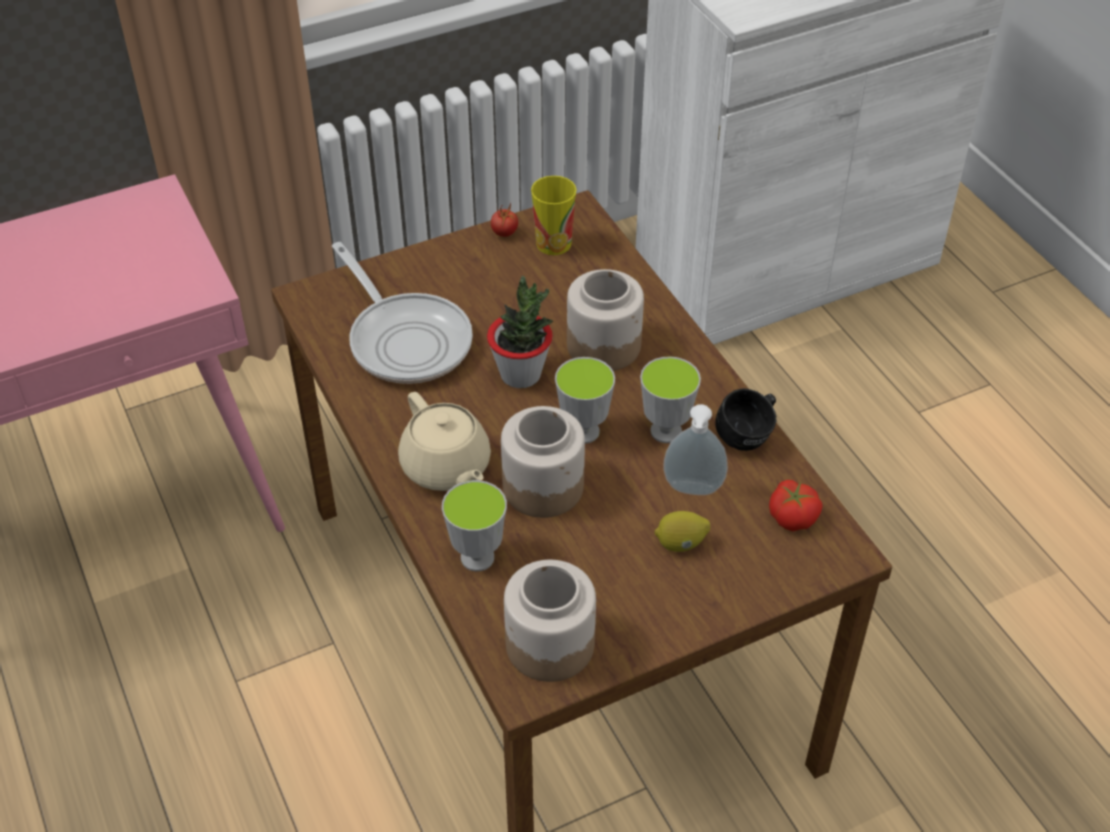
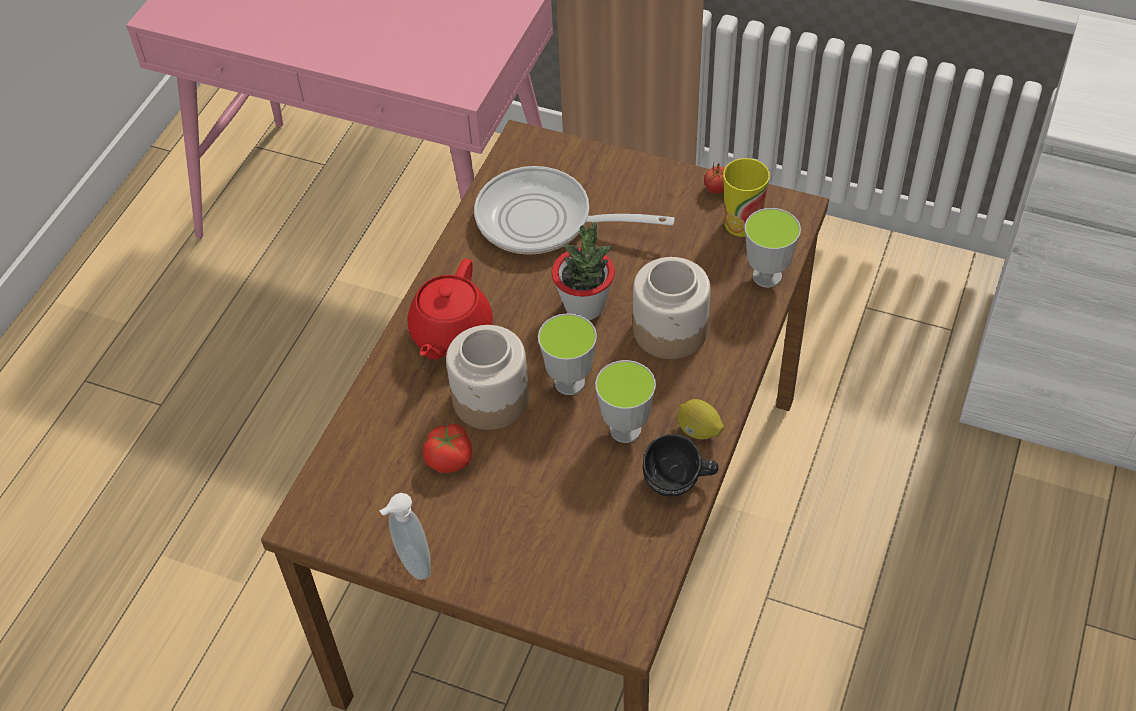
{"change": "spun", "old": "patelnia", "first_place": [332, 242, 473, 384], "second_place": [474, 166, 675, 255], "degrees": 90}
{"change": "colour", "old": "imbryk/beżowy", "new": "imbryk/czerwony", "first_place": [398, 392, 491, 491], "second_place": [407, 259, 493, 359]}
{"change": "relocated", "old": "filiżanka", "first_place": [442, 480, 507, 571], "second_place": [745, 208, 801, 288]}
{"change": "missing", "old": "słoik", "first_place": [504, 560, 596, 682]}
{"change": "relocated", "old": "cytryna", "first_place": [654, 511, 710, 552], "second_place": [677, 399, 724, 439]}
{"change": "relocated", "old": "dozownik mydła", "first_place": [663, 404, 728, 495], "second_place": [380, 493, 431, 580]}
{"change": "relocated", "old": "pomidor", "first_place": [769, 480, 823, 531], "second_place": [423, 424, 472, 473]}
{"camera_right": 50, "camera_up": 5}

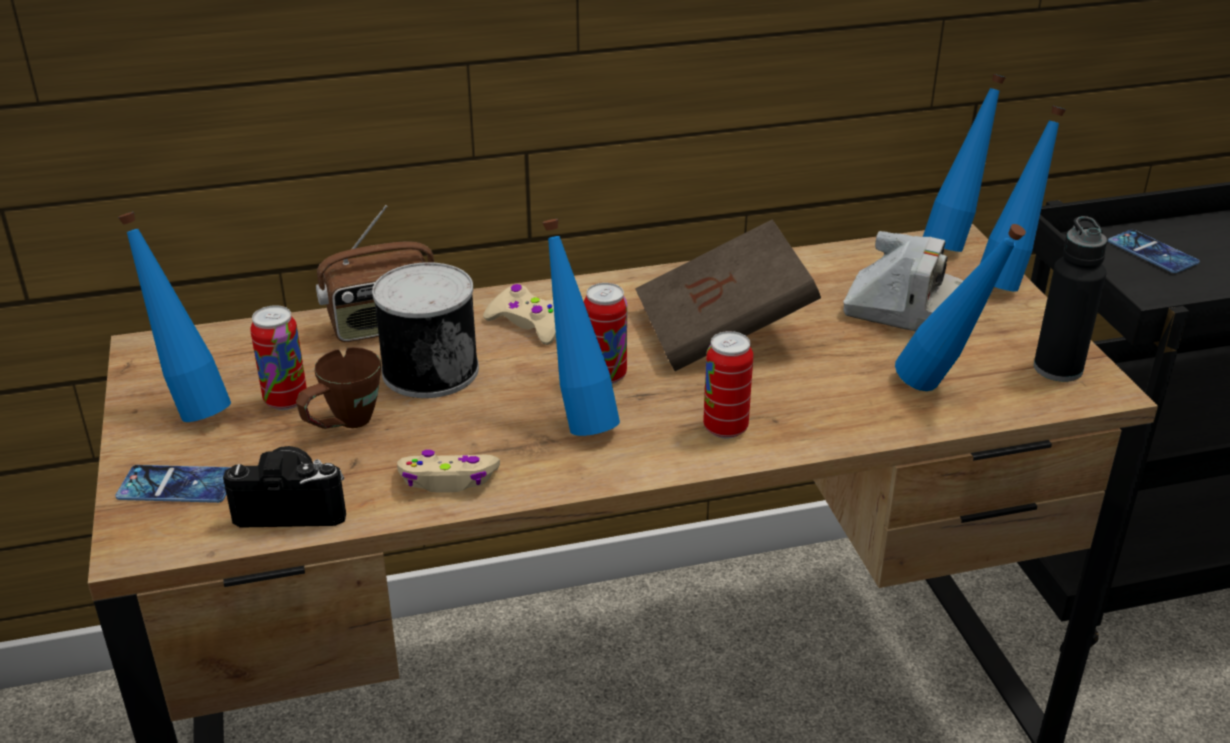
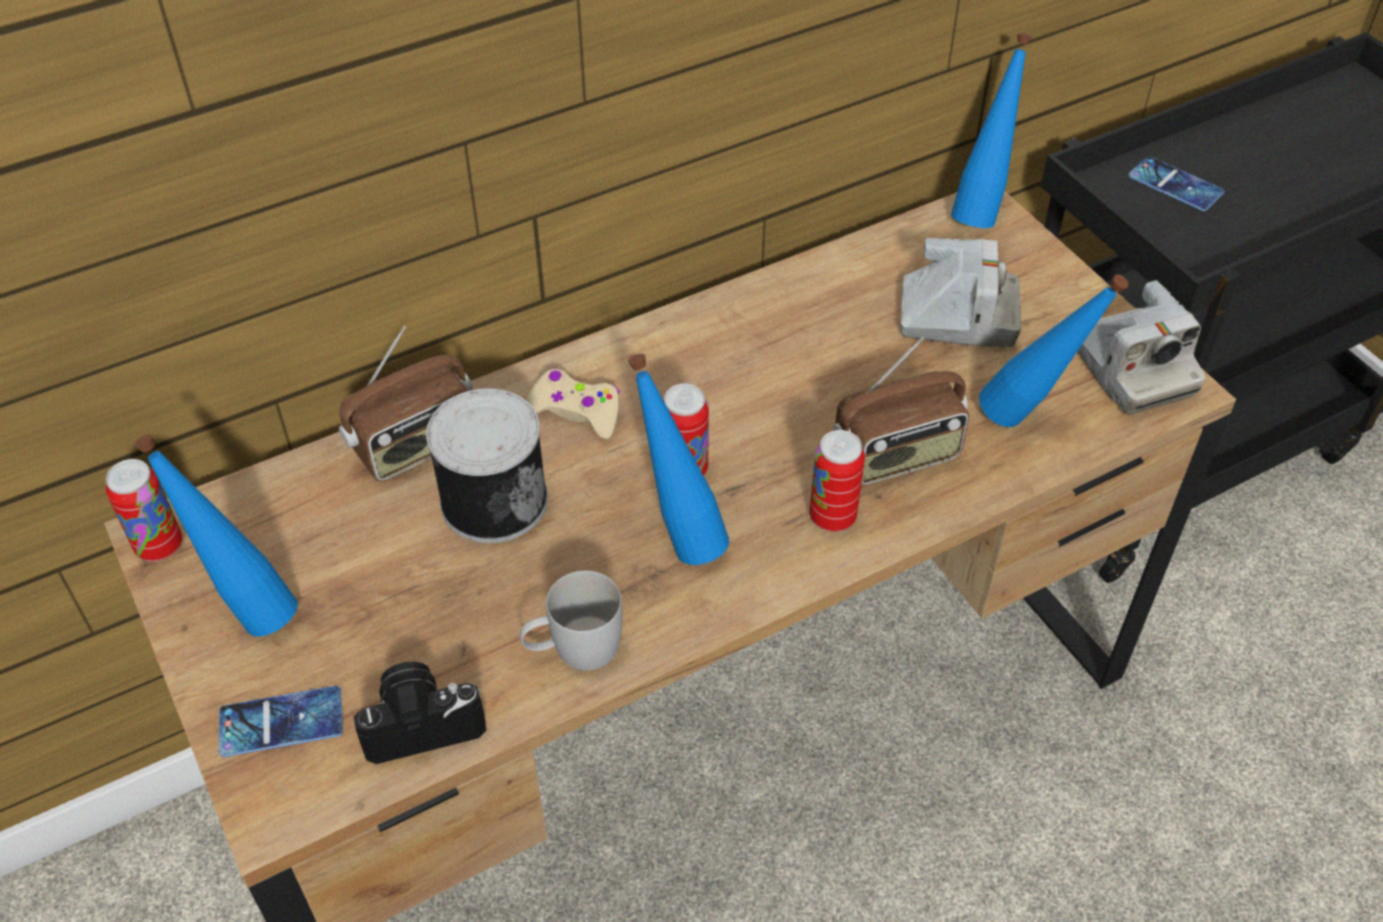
{"change": "relocated", "old": "puszka", "first_place": [250, 305, 307, 410], "second_place": [106, 459, 182, 562]}
{"change": "missing", "old": "kubek/brązowy", "first_place": [296, 347, 381, 429]}
{"change": "exchanged", "old": "pad do gier/beżowy", "new": "kubek/biały", "first_place": [397, 450, 500, 493], "second_place": [520, 571, 623, 671]}
{"change": "missing", "old": "książka/brązowy", "first_place": [635, 219, 821, 371]}
{"change": "missing", "old": "butelka/niebieski", "first_place": [980, 106, 1066, 292]}
{"change": "exchanged", "old": "butelka/czarny", "new": "aparat fotograficzny", "first_place": [1034, 216, 1107, 382], "second_place": [1077, 280, 1205, 415]}
{"change": "appeared", "new": "radio", "second_place": [833, 337, 969, 485]}
{"camera_right": -15, "camera_up": 15}

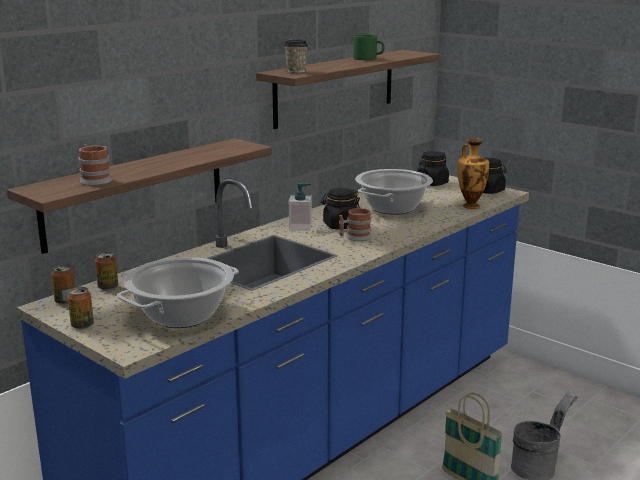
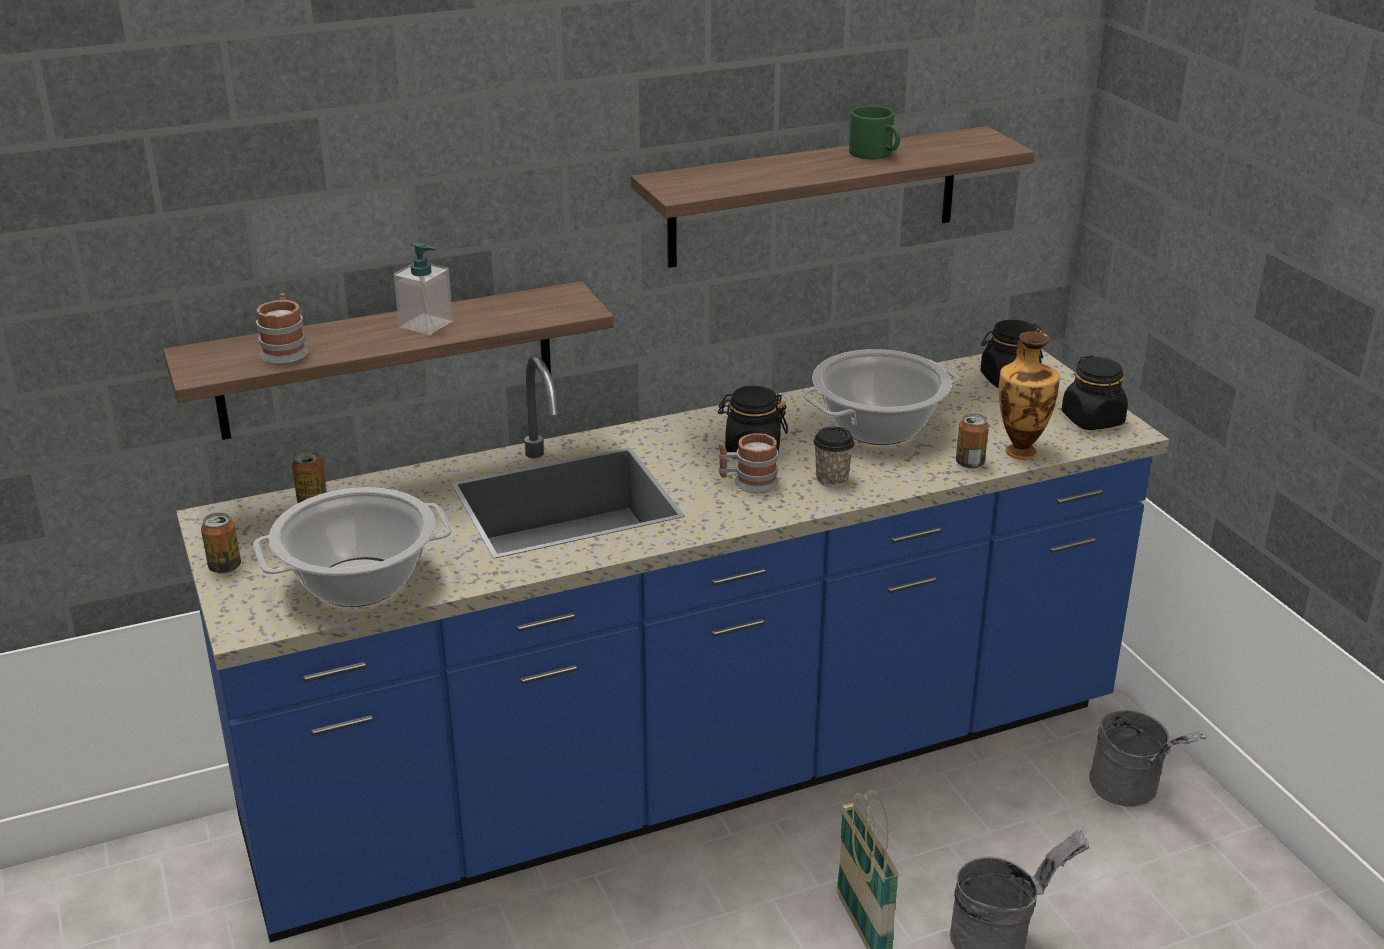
{"change": "relocated", "old": "puszka", "first_place": [52, 265, 75, 305], "second_place": [956, 414, 989, 469]}
{"change": "relocated", "old": "filiżanka", "first_place": [284, 39, 308, 73], "second_place": [813, 426, 855, 487]}
{"change": "relocated", "old": "dozownik mydła", "first_place": [289, 183, 312, 231], "second_place": [394, 241, 453, 335]}
{"change": "appeared", "new": "wiadro/szary", "second_place": [1089, 710, 1207, 807]}
{"camera_right": 25, "camera_up": 10}

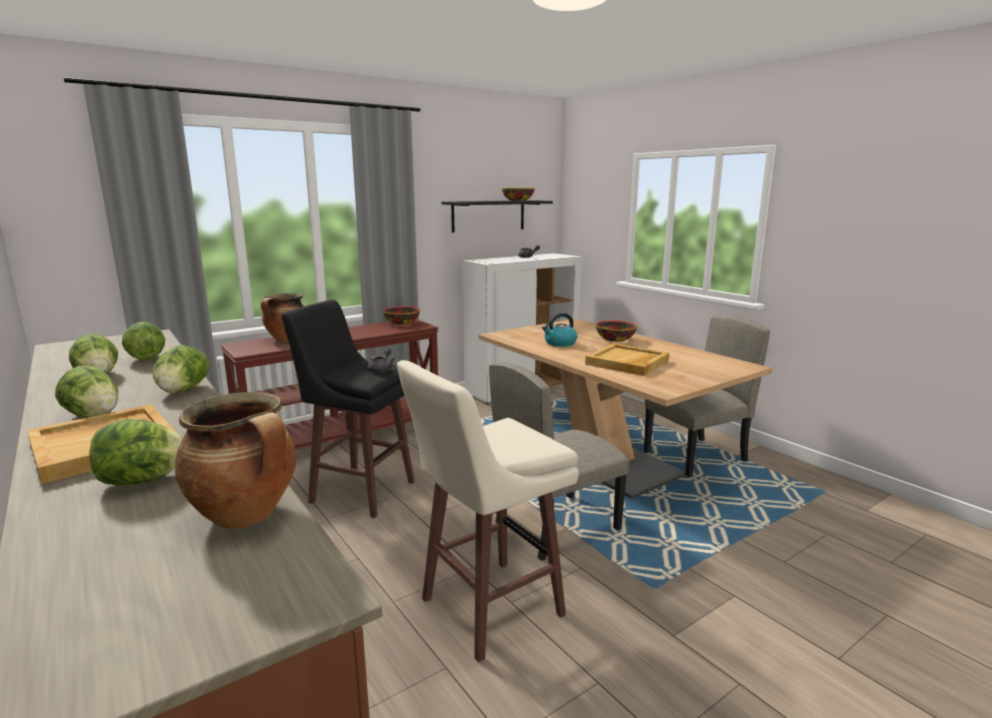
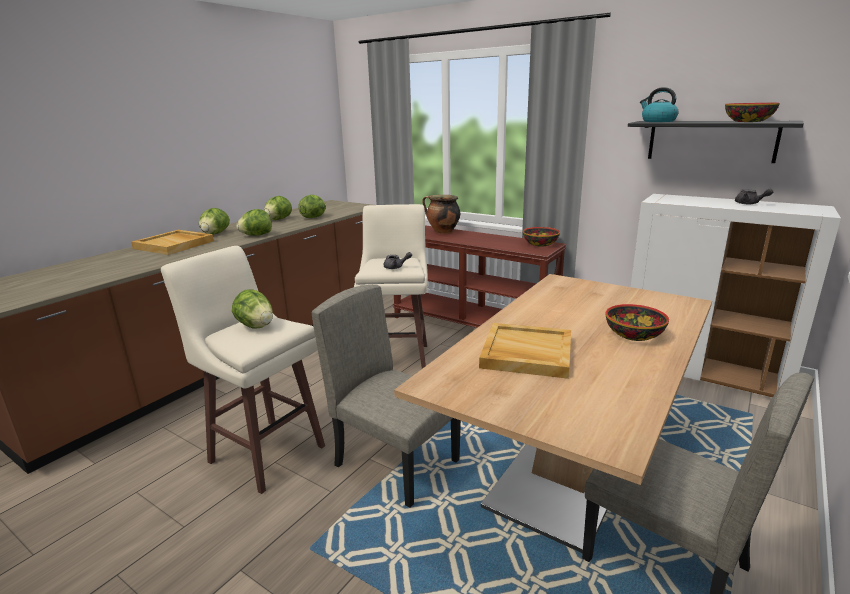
{"change": "relocated", "old": "sałata", "first_place": [89, 419, 183, 485], "second_place": [232, 289, 273, 329]}
{"change": "missing", "old": "garnek", "first_place": [175, 392, 297, 529]}
{"change": "colour", "old": "stołek/czarny", "new": "stołek/beżowy", "first_place": [282, 300, 415, 518], "second_place": [354, 204, 428, 369]}
{"change": "relocated", "old": "czajnik", "first_place": [542, 313, 577, 347], "second_place": [640, 87, 678, 122]}
{"camera_right": 70, "camera_up": 5}

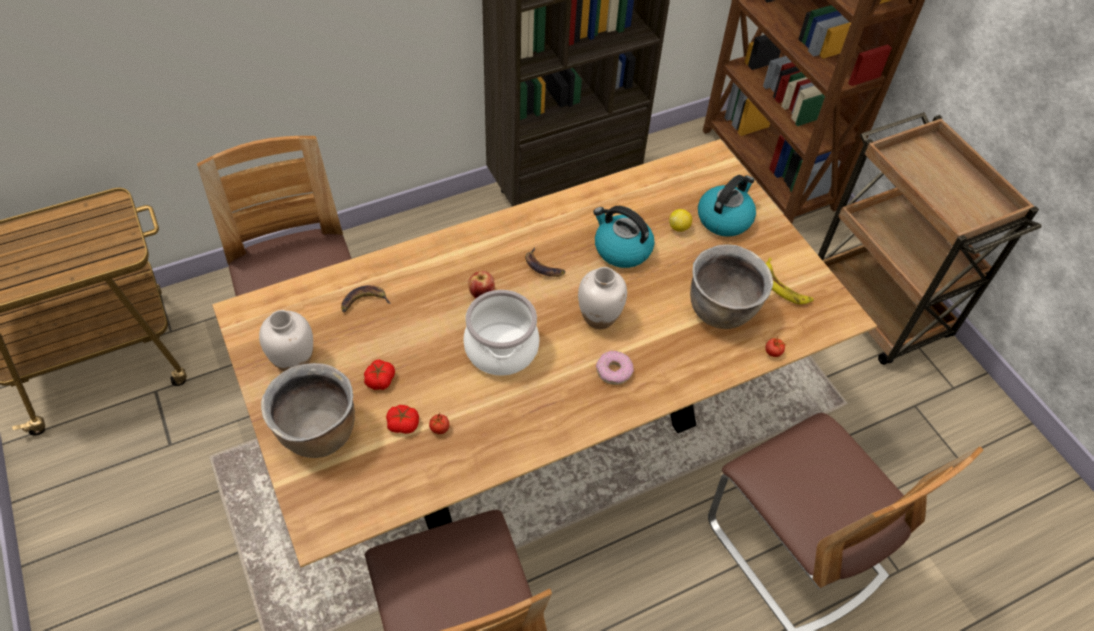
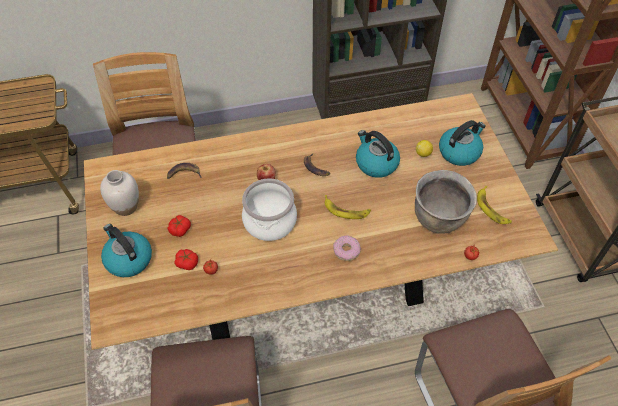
{"change": "exchanged", "old": "garnek/brązowy", "new": "czajnik", "first_place": [261, 363, 355, 458], "second_place": [101, 224, 152, 277]}
{"change": "exchanged", "old": "wazon/biały", "new": "banan", "first_place": [578, 267, 627, 329], "second_place": [325, 195, 371, 219]}
{"camera_right": 15, "camera_up": 0}

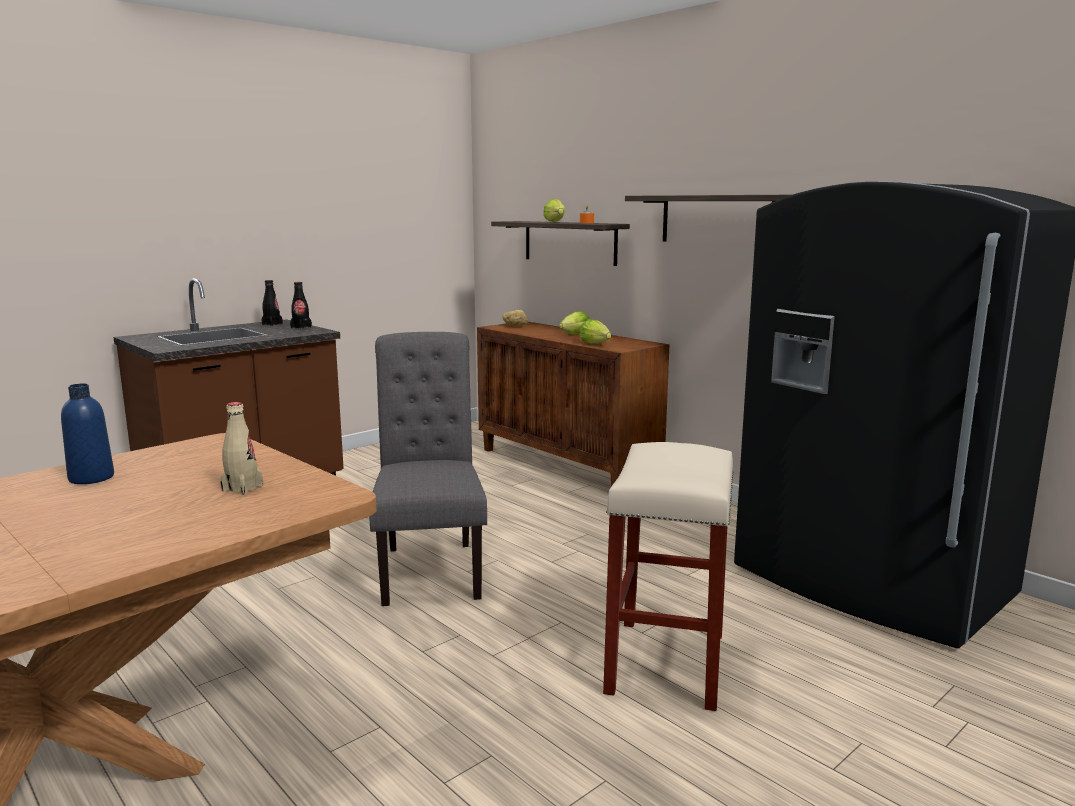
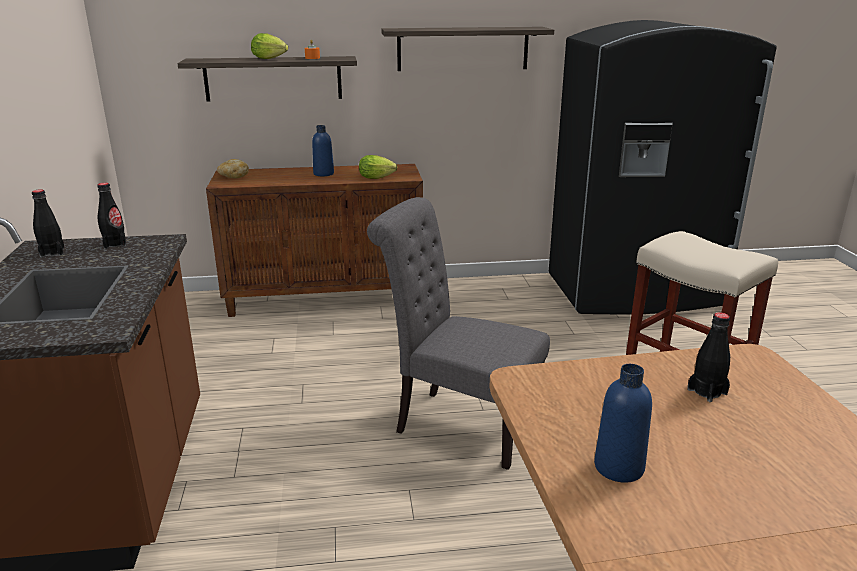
{"change": "colour", "old": "butelka/beżowy", "new": "butelka/czarny", "first_place": [220, 402, 263, 495], "second_place": [687, 312, 730, 402]}
{"change": "exchanged", "old": "sałata", "new": "butelka/niebieski", "first_place": [559, 311, 589, 335], "second_place": [312, 125, 334, 176]}
{"camera_right": -55, "camera_up": 10}

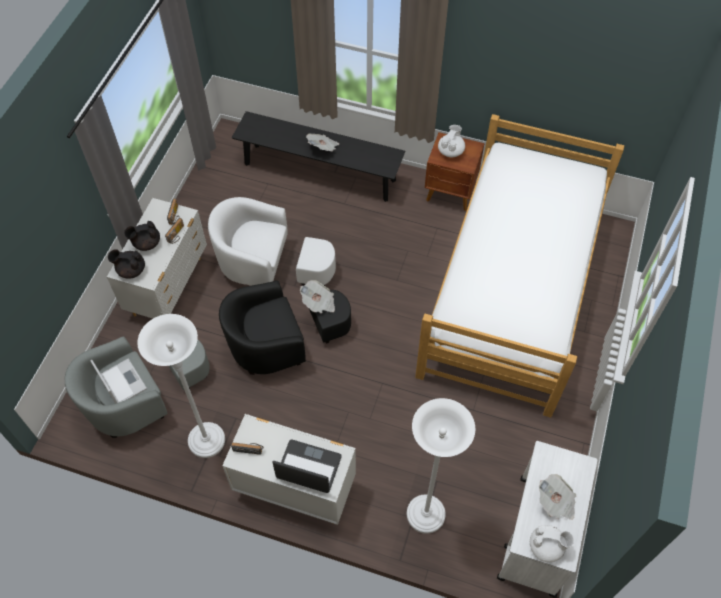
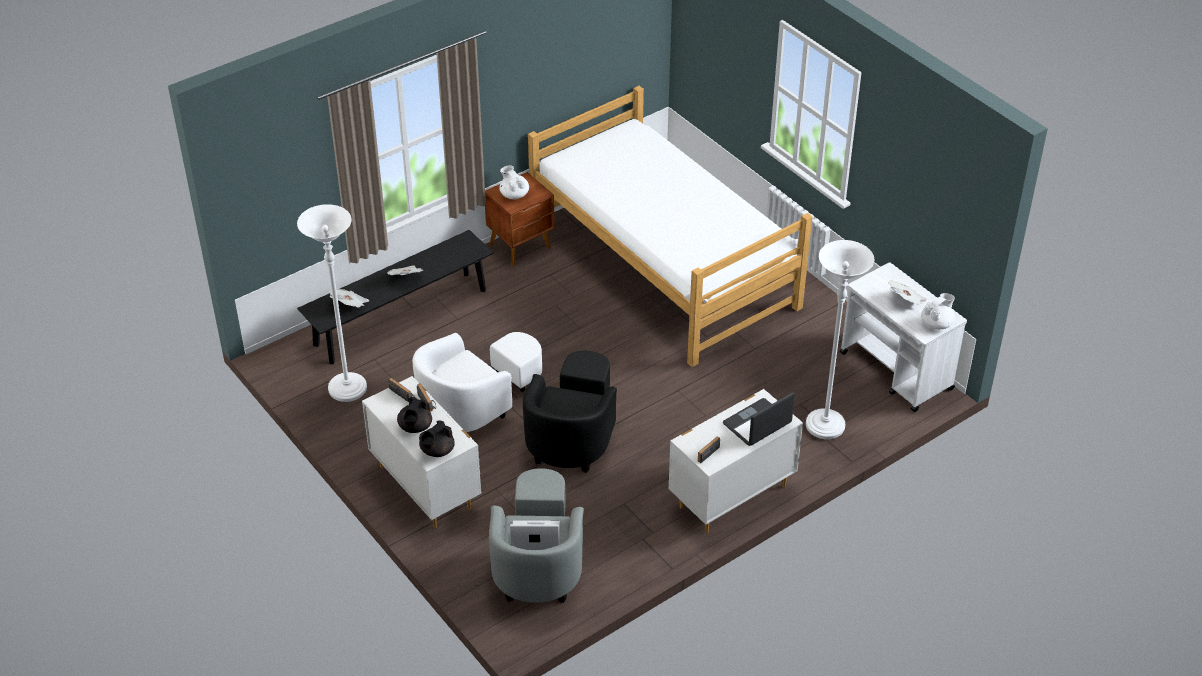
{"change": "relocated", "old": "lampa stojąca/biały", "first_place": [137, 314, 225, 458], "second_place": [297, 204, 367, 402]}
{"change": "relocated", "old": "gazeta", "first_place": [300, 280, 335, 313], "second_place": [328, 289, 369, 307]}
{"camera_right": -55, "camera_up": -15}

